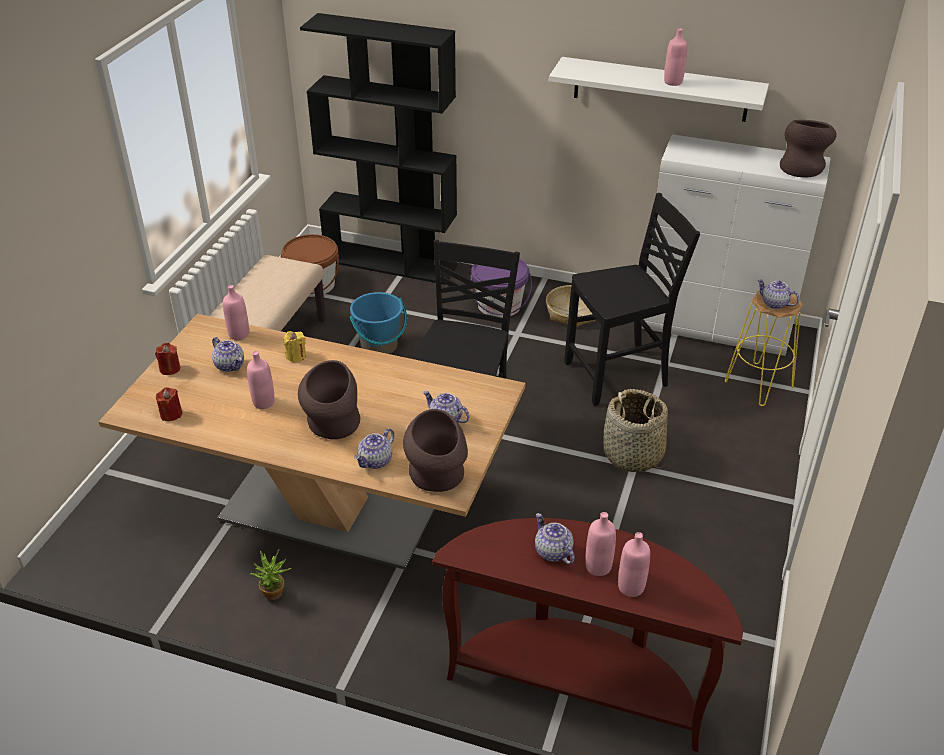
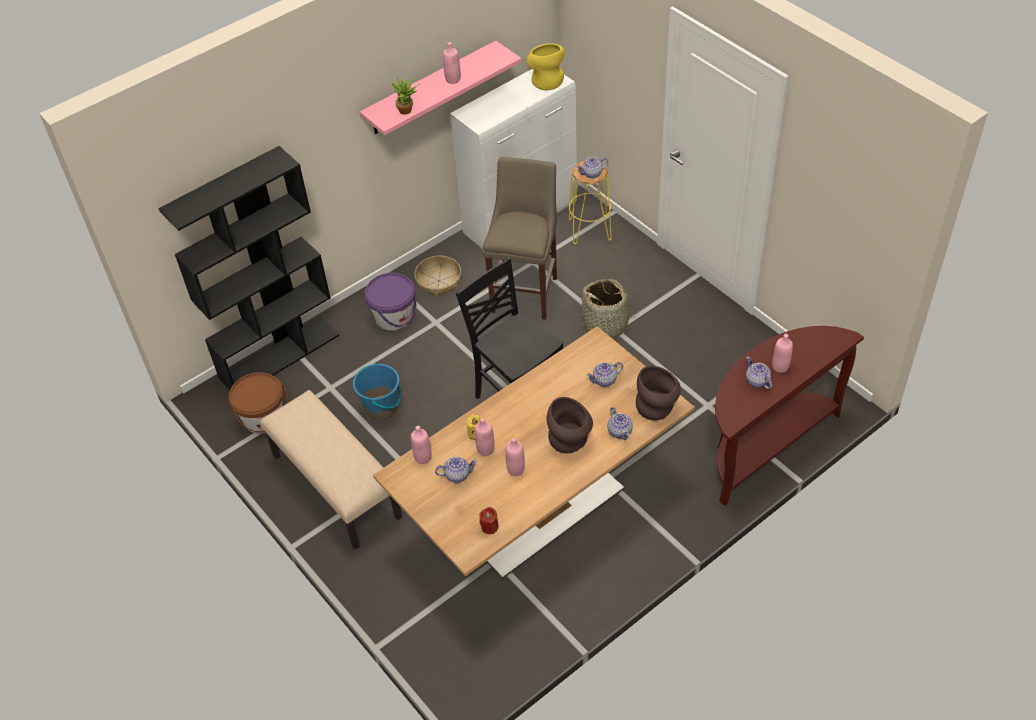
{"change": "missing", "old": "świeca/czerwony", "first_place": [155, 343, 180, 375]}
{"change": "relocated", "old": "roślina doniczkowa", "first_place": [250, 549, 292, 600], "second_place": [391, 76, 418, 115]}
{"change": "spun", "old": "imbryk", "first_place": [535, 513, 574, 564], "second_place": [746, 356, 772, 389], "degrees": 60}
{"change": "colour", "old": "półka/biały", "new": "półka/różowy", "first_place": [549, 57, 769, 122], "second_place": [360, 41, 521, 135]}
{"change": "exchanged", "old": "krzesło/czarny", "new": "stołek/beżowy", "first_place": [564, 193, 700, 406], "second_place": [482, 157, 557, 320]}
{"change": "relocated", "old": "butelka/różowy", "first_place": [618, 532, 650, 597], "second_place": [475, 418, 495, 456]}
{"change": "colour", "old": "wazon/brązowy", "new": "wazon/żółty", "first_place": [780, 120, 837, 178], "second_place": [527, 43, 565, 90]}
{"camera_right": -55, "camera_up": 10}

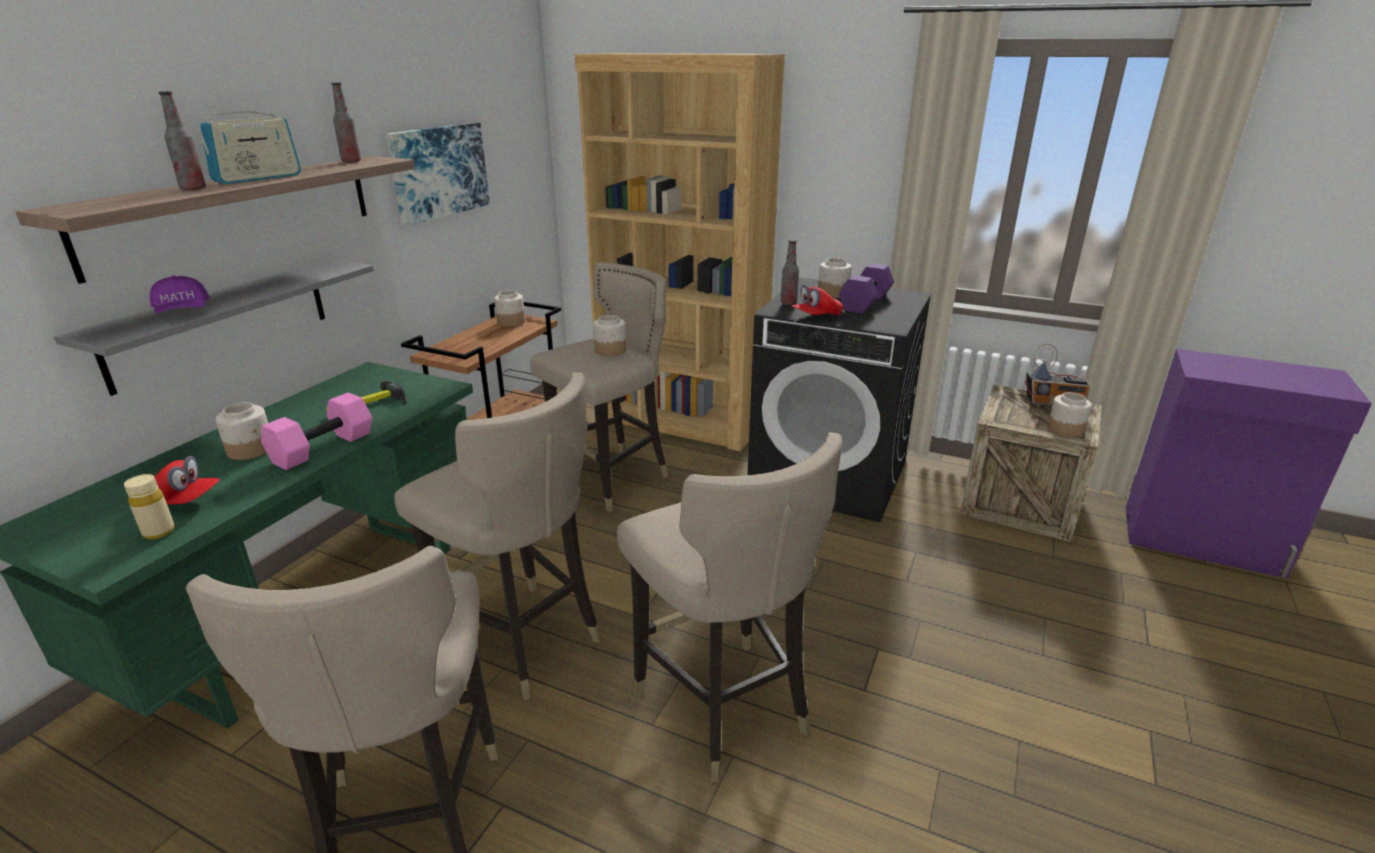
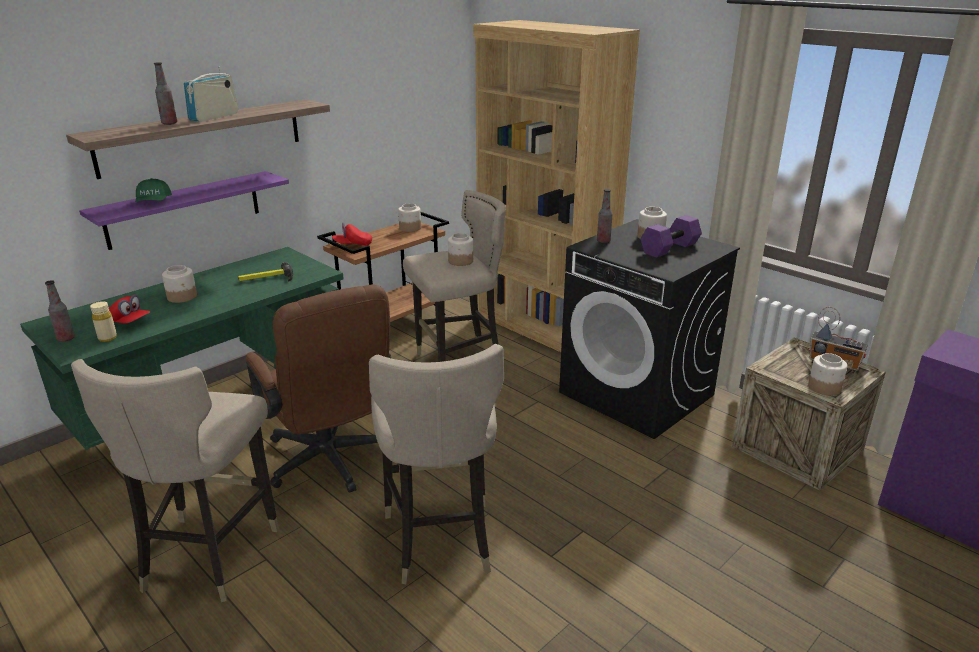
{"change": "colour", "old": "półka/szary", "new": "półka/fioletowy", "first_place": [54, 259, 374, 396], "second_place": [79, 171, 289, 250]}
{"change": "colour", "old": "czapka z daszkiem/fioletowy", "new": "czapka z daszkiem/zielony", "first_place": [150, 276, 210, 313], "second_place": [135, 178, 172, 202]}
{"change": "spun", "old": "radio", "first_place": [199, 105, 301, 184], "second_place": [184, 67, 238, 122], "degrees": 150}
{"change": "missing", "old": "hantel/różowy", "first_place": [261, 392, 372, 470]}
{"change": "relocated", "old": "butelka", "first_place": [331, 82, 361, 163], "second_place": [45, 280, 75, 342]}
{"change": "missing", "old": "obraz", "first_place": [386, 122, 490, 226]}
{"change": "exchanged", "old": "stołek/beżowy", "new": "krzesło biurowe/brązowy", "first_place": [394, 372, 601, 700], "second_place": [246, 285, 392, 493]}
{"change": "relocated", "old": "czapka z daszkiem/czerwony", "first_place": [791, 285, 843, 315], "second_place": [332, 222, 372, 246]}
{"camera_right": 20, "camera_up": 0}

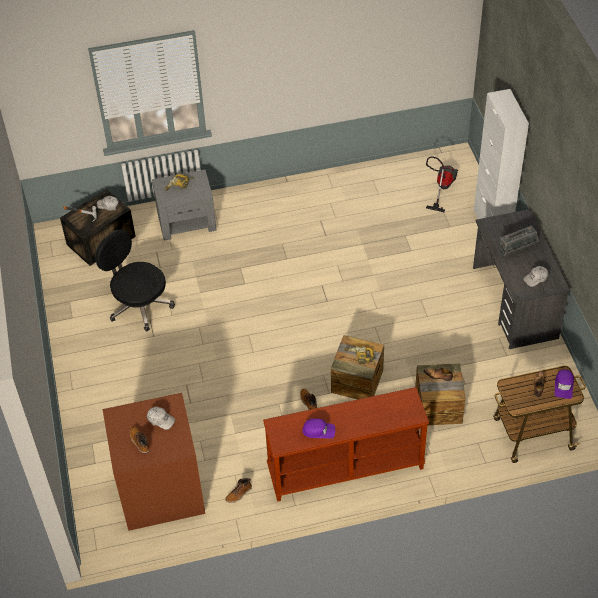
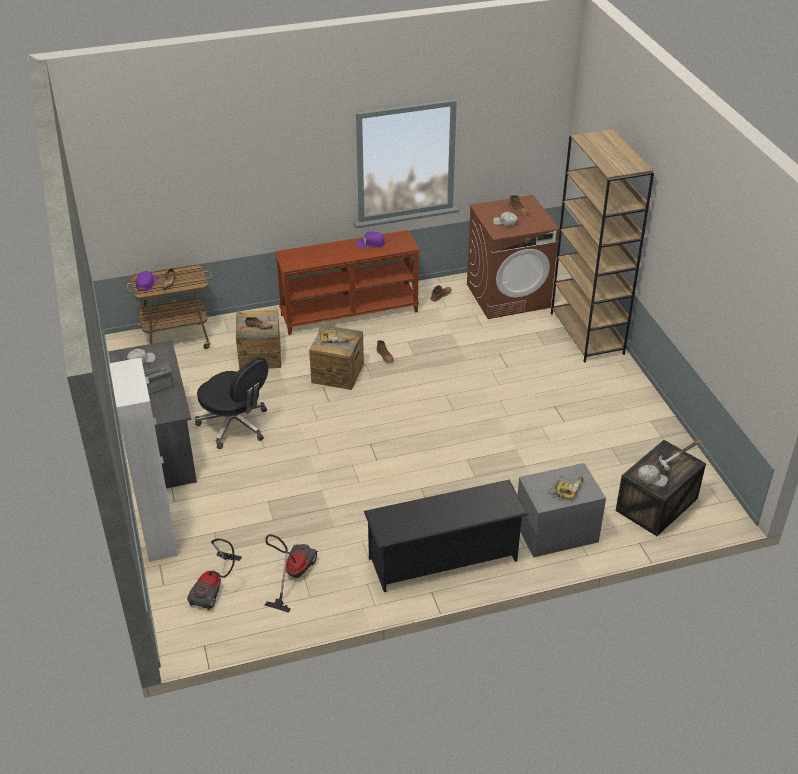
{"change": "relocated", "old": "krzesło biurowe/czarny", "first_place": [95, 230, 175, 332], "second_place": [195, 357, 268, 449]}
{"change": "appeared", "new": "odkurzacz", "second_place": [265, 534, 318, 613]}
{"change": "appeared", "new": "regał na buty/czarny", "second_place": [364, 480, 528, 592]}
{"change": "appeared", "new": "regał/brązowy", "second_place": [551, 129, 654, 363]}
{"camera_right": 175, "camera_up": -10}

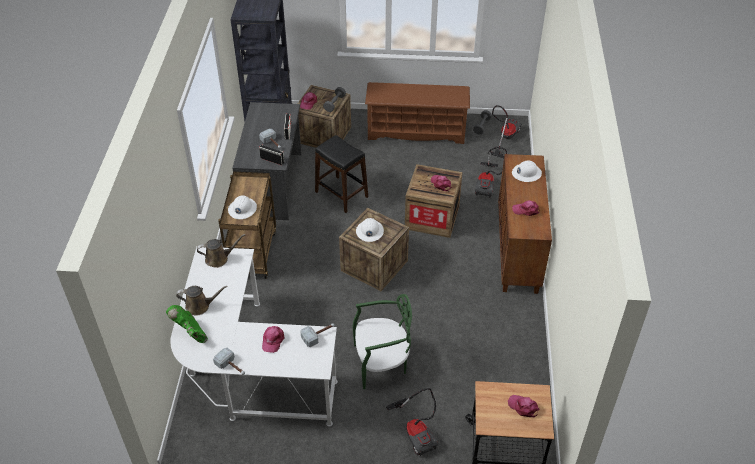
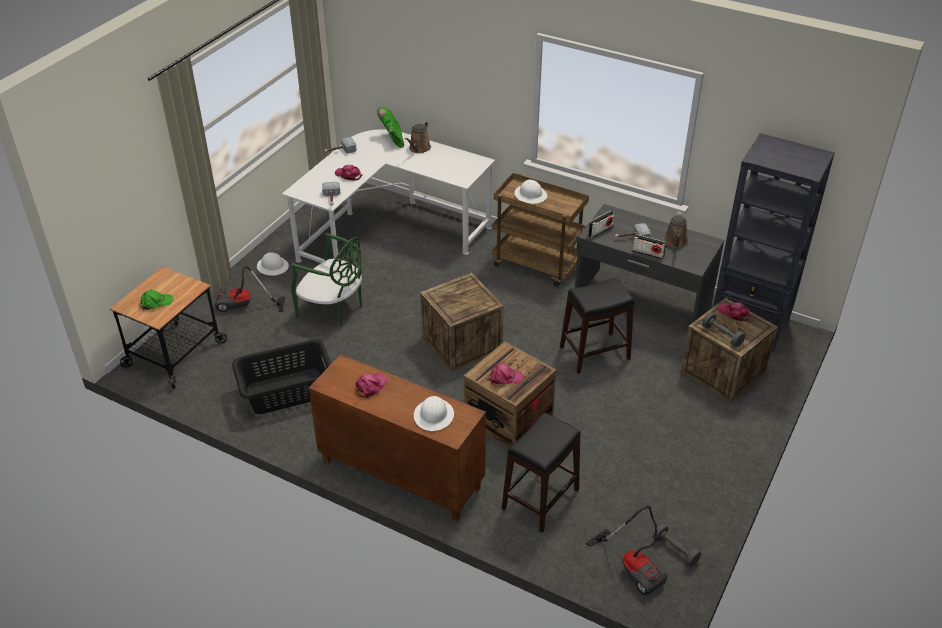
{"change": "spun", "old": "but z cholewką/zielony", "first_place": [166, 305, 208, 343], "second_place": [377, 106, 404, 148], "degrees": -90}
{"change": "relocated", "old": "konewka/brązowy", "first_place": [197, 234, 245, 268], "second_place": [664, 211, 688, 248]}
{"change": "spun", "old": "krzesło/zielony", "first_place": [352, 294, 412, 389], "second_place": [291, 233, 362, 327], "degrees": -75}
{"change": "relocated", "old": "kask/biały", "first_place": [356, 218, 384, 242], "second_place": [257, 252, 289, 276]}
{"change": "missing", "old": "regał na buty/brązowy", "first_place": [365, 82, 470, 144]}
{"change": "exchanged", "old": "odkurzacz", "new": "stołek/czarny", "first_place": [475, 147, 507, 198], "second_place": [502, 413, 581, 533]}
{"change": "colour", "old": "czapka z daszkiem/różowy", "new": "czapka z daszkiem/zielony", "first_place": [508, 395, 540, 417], "second_place": [140, 290, 173, 311]}
{"change": "appeared", "new": "kosz na pranie/czarny", "second_place": [232, 339, 332, 414]}
{"camera_right": 115, "camera_up": -5}

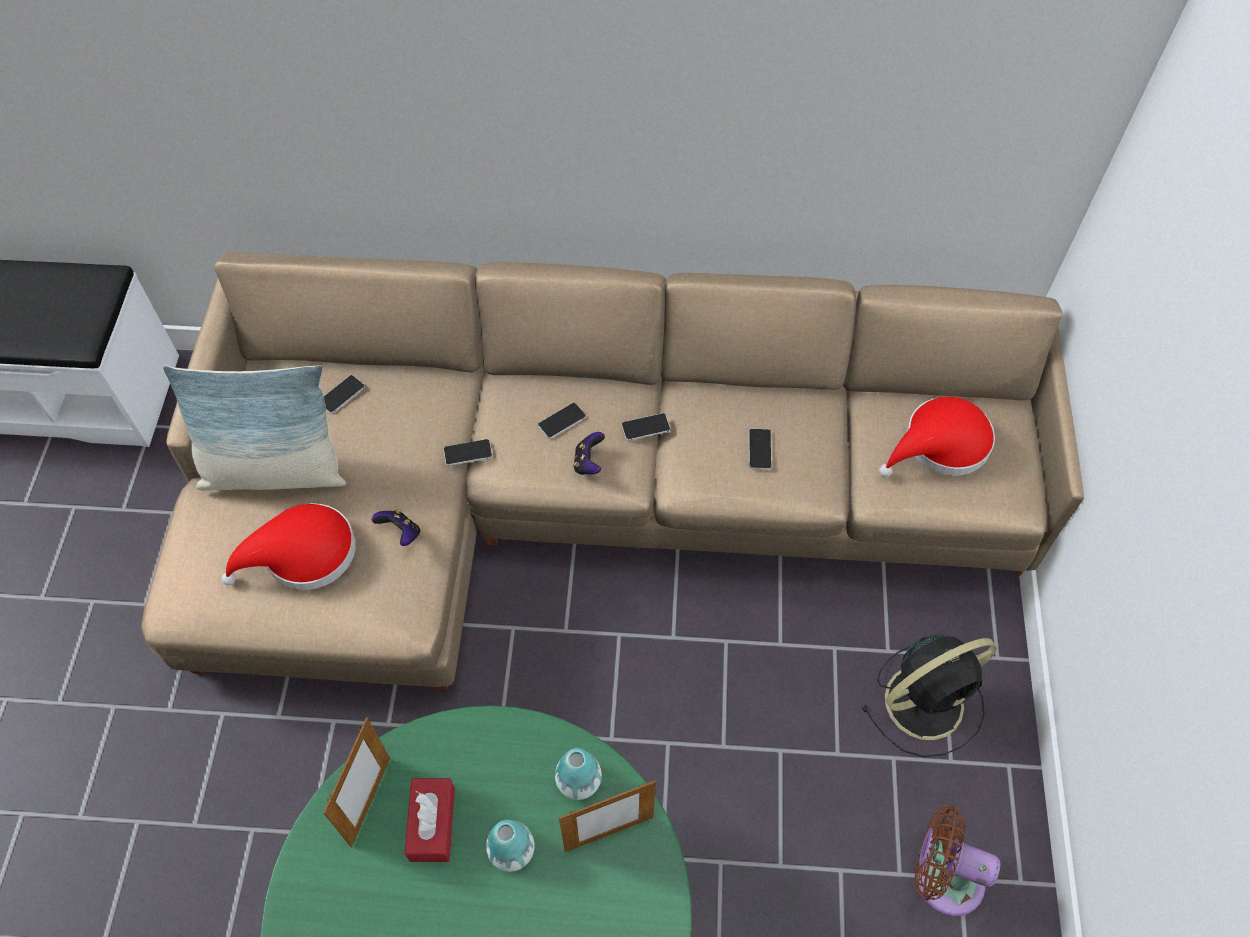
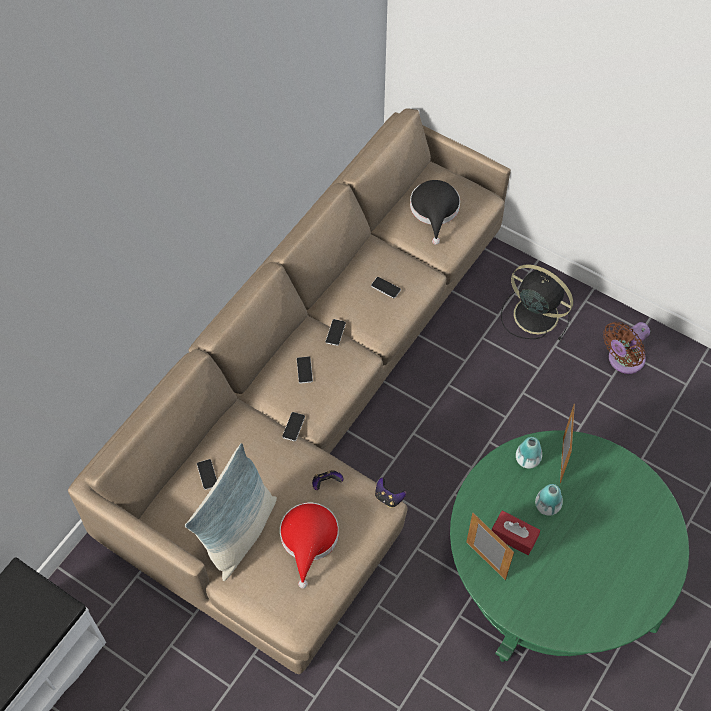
{"change": "relocated", "old": "pad do gier", "first_place": [573, 432, 605, 475], "second_place": [375, 477, 406, 508]}
{"change": "spun", "old": "wentylator/czarny", "first_place": [861, 634, 997, 757], "second_place": [501, 264, 573, 341], "degrees": -60}
{"change": "colour", "old": "kapelusz/czerwony", "new": "kapelusz/czarny", "first_place": [879, 397, 995, 477], "second_place": [410, 180, 460, 245]}
{"camera_right": -60, "camera_up": 0}

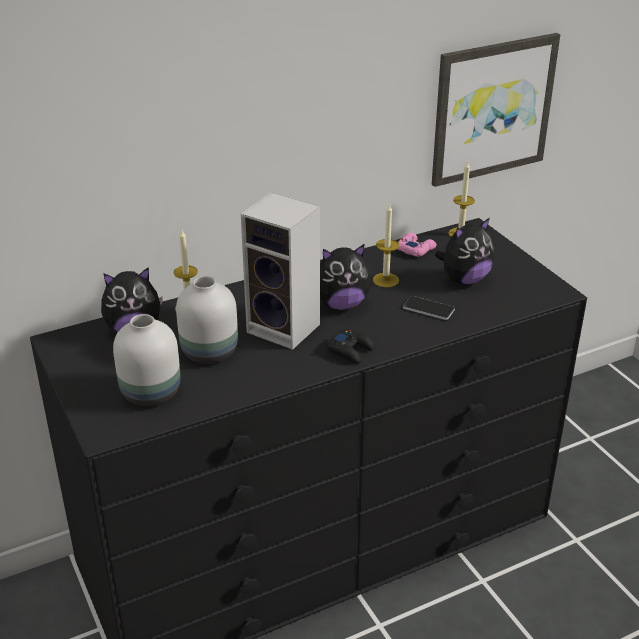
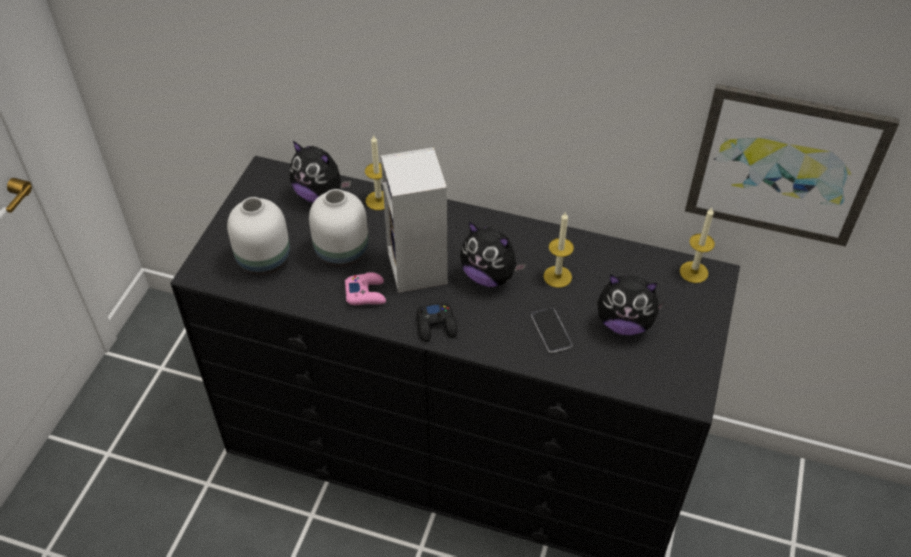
{"change": "relocated", "old": "pad do gier/różowy", "first_place": [398, 233, 436, 257], "second_place": [345, 272, 386, 305]}
{"camera_right": 45, "camera_up": 15}

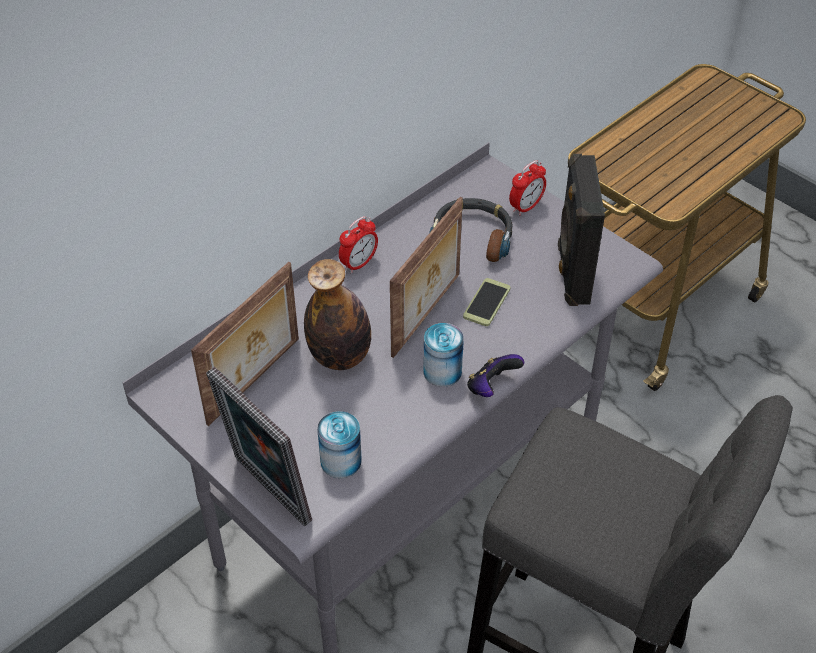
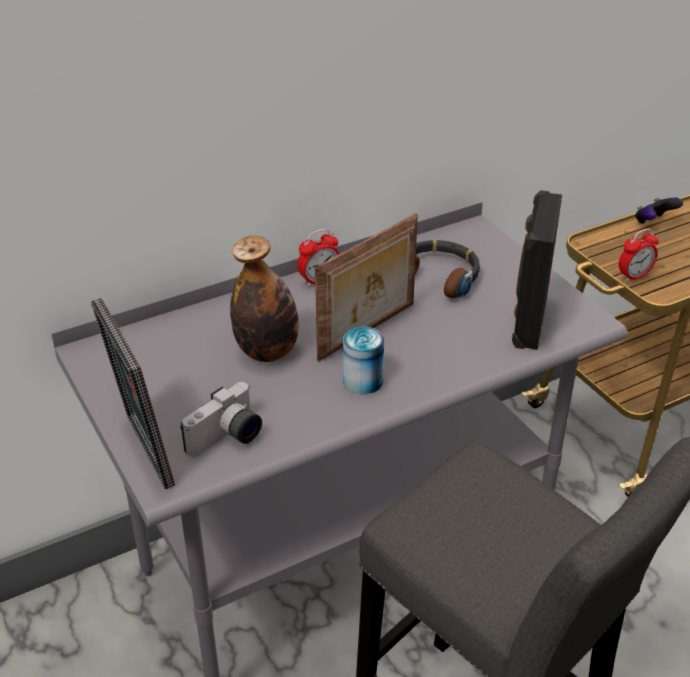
{"change": "missing", "old": "ramka na zdjęcie", "first_place": [191, 262, 299, 426]}
{"change": "exchanged", "old": "puszka", "new": "aparat fotograficzny", "first_place": [317, 411, 362, 478], "second_place": [181, 382, 262, 457]}
{"change": "missing", "old": "telefon", "first_place": [463, 278, 510, 326]}
{"change": "relocated", "old": "pad do gier", "first_place": [467, 354, 524, 397], "second_place": [635, 198, 683, 224]}
{"change": "relocated", "old": "budzik", "first_place": [509, 160, 546, 216], "second_place": [619, 229, 659, 282]}
{"camera_right": 15, "camera_up": -10}

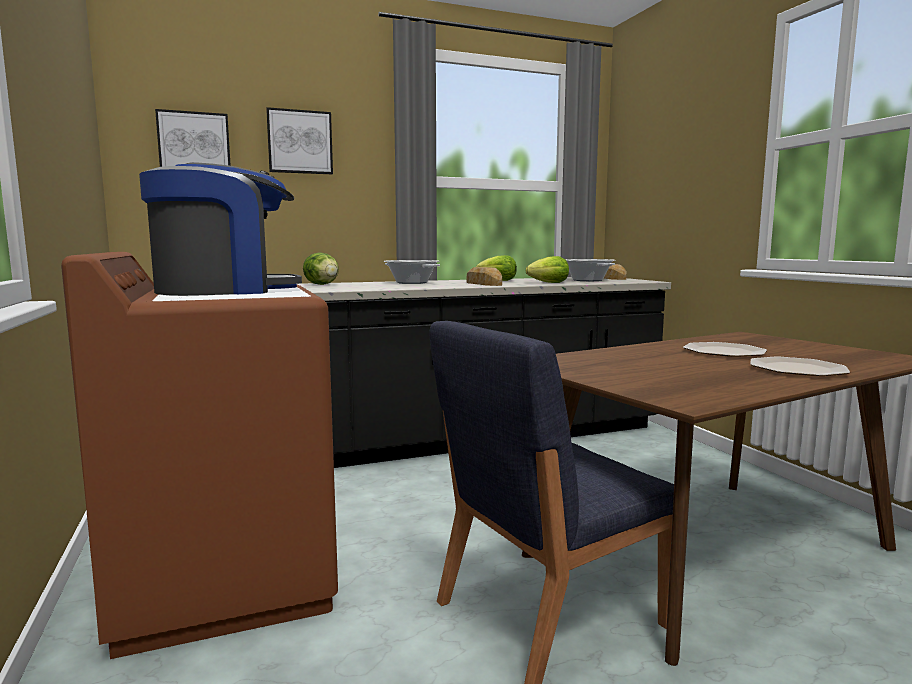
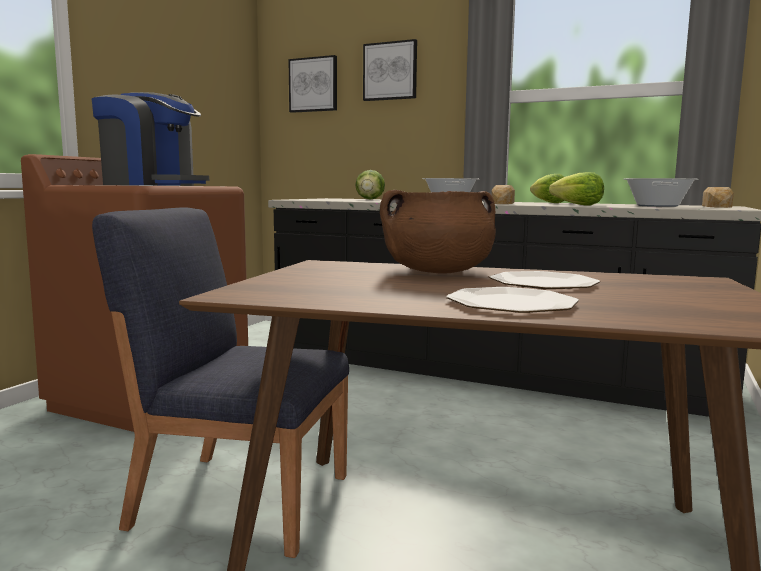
{"change": "appeared", "new": "garnek/brązowy", "second_place": [380, 190, 496, 274]}
{"camera_right": 45, "camera_up": 0}

